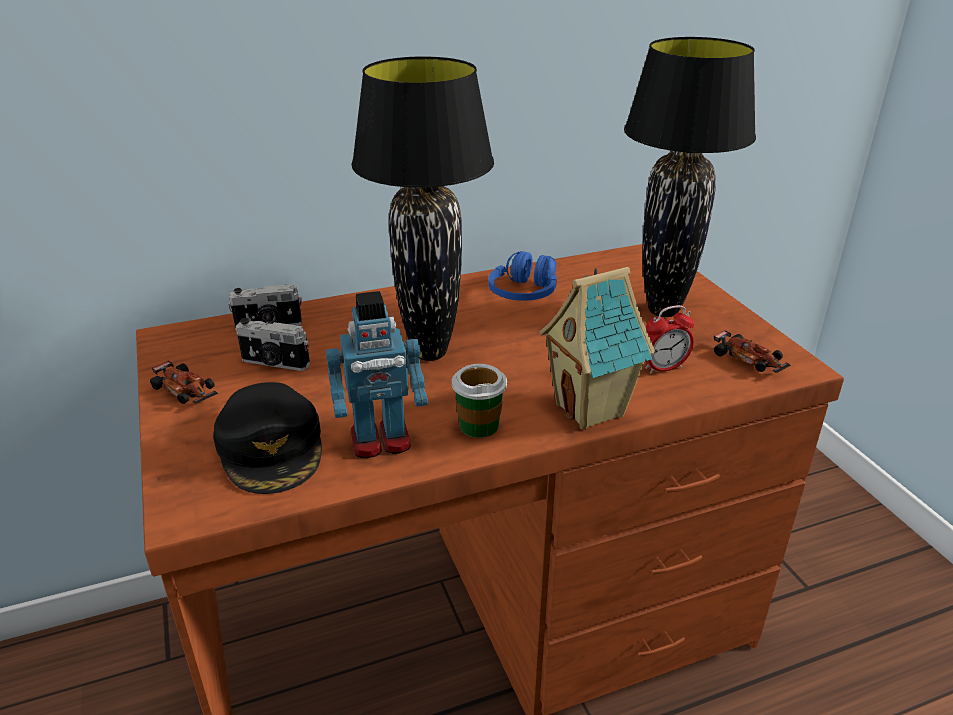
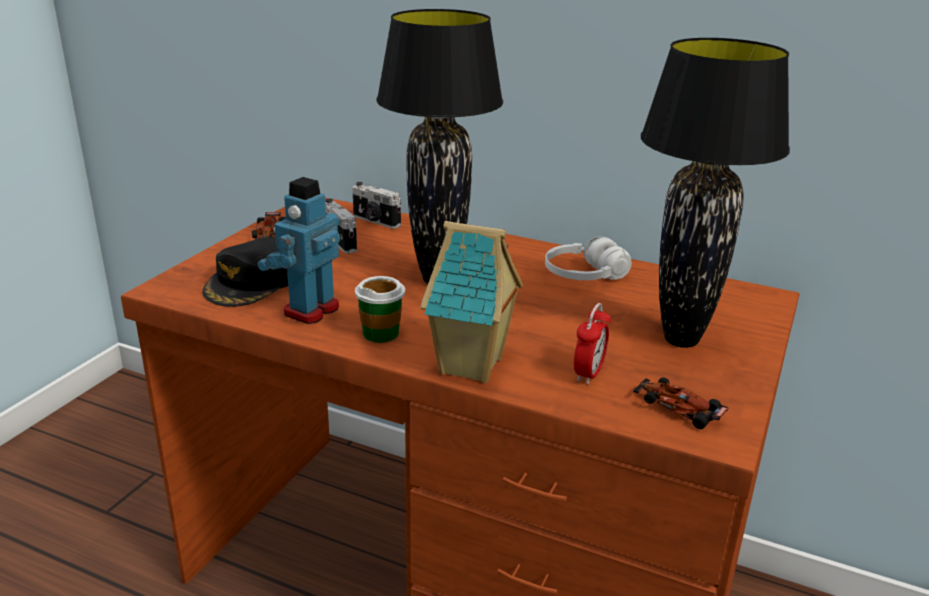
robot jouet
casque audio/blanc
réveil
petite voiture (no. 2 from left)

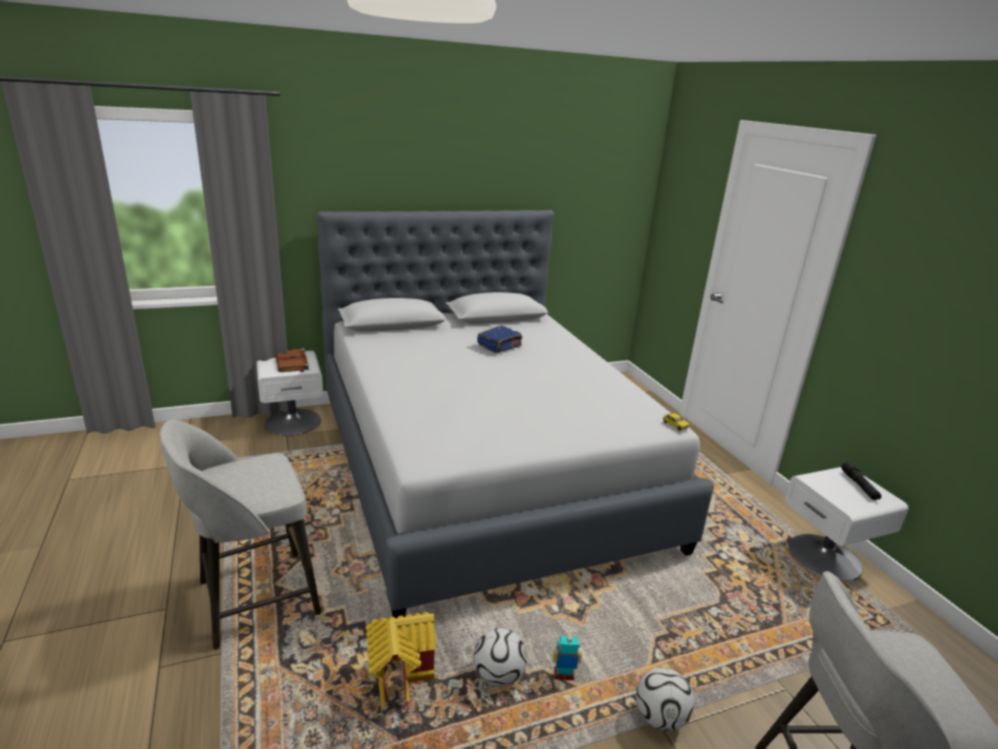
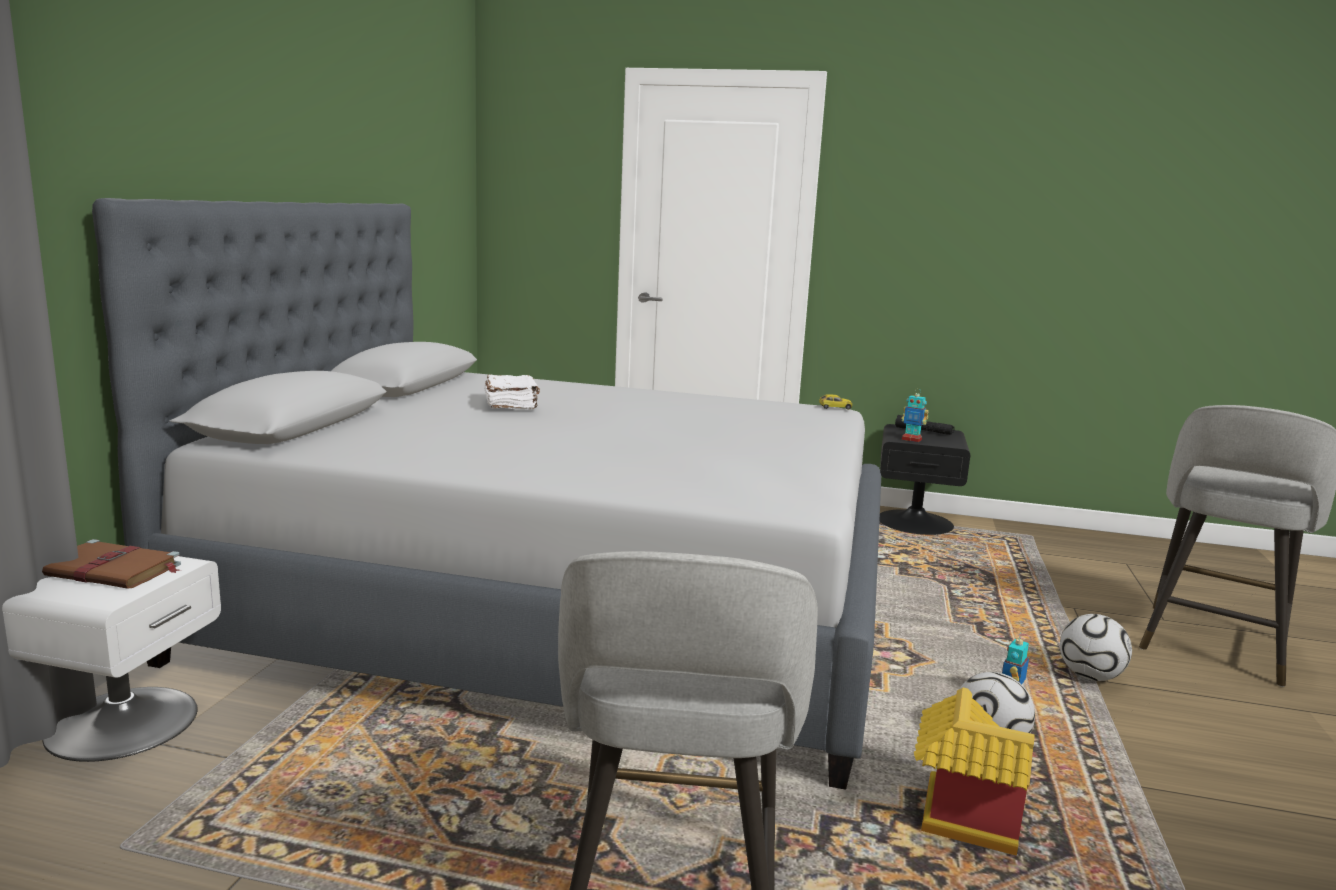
livre/blanc
table de chevet/noir
robot jouet (no. 1 from left)

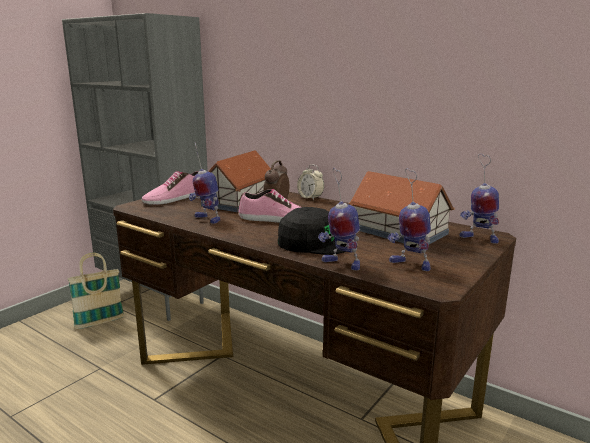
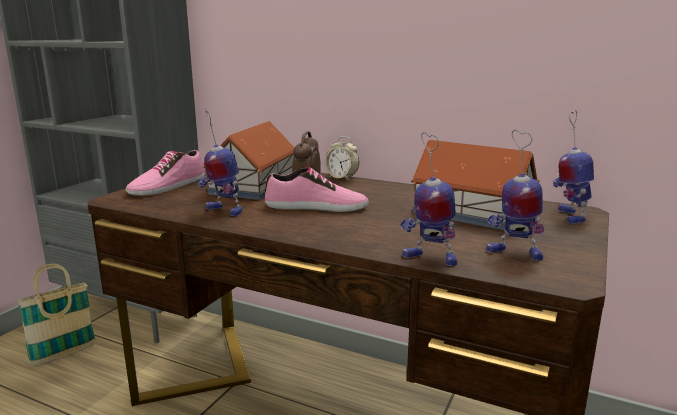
casquette/noir
robot jouet (no. 4 from left)

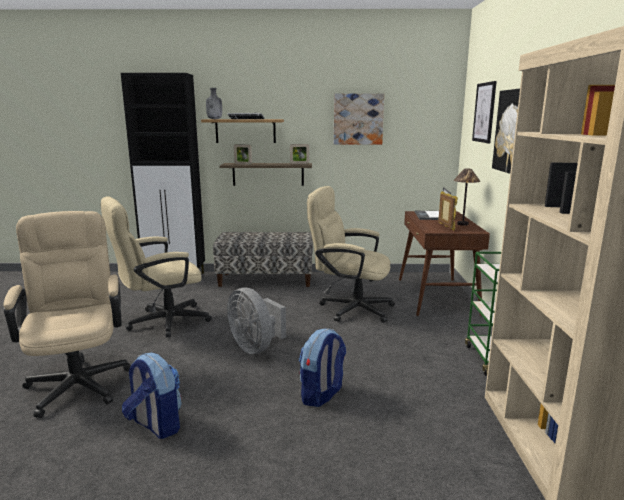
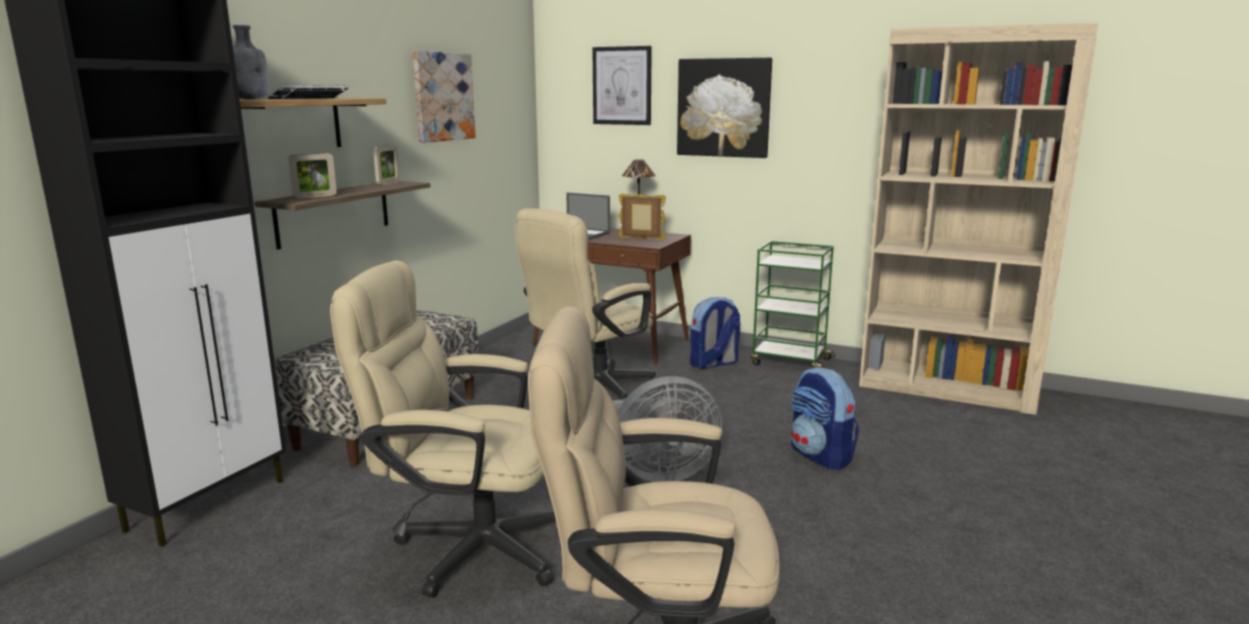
chaise de bureau/beige (no. 1 from left)
sac à dos (no. 1 from left)

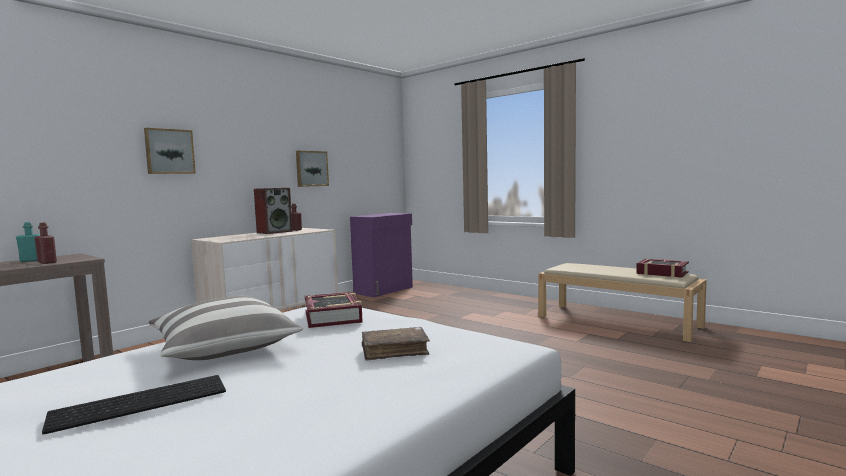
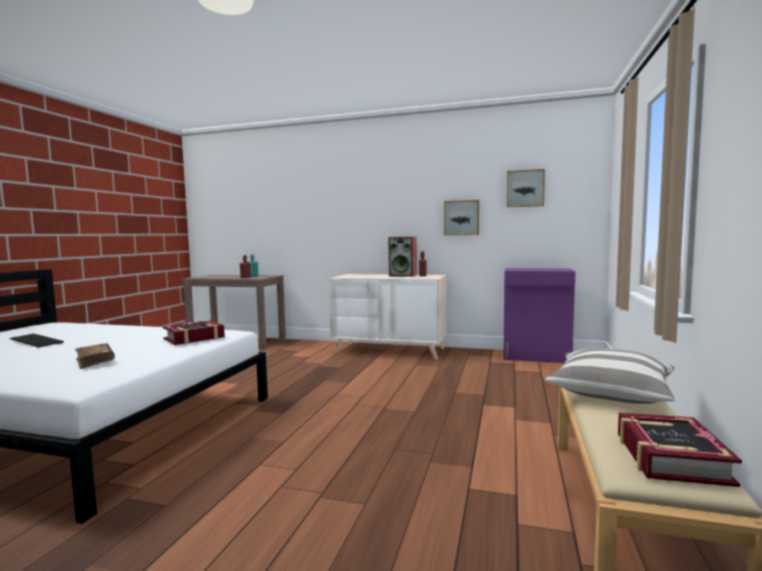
tableau (no. 2 from left)
coussin

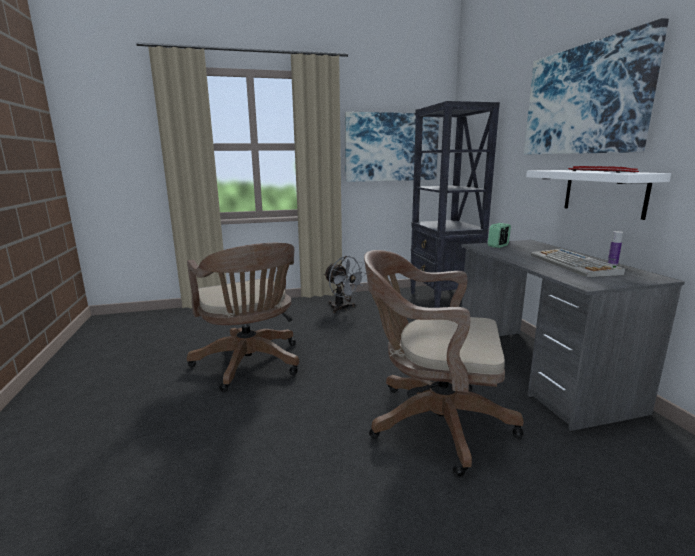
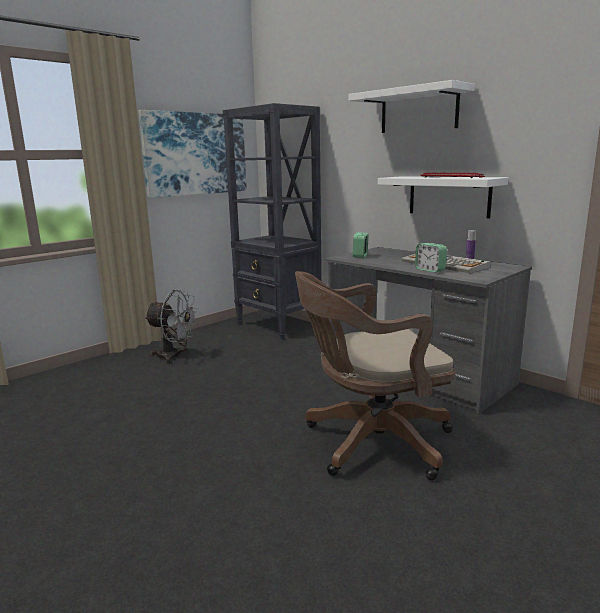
chaise de bureau/marron (no. 1 from left in the first image)
étagère/blanc (no. 1 from left)
réveil (no. 2 from left)

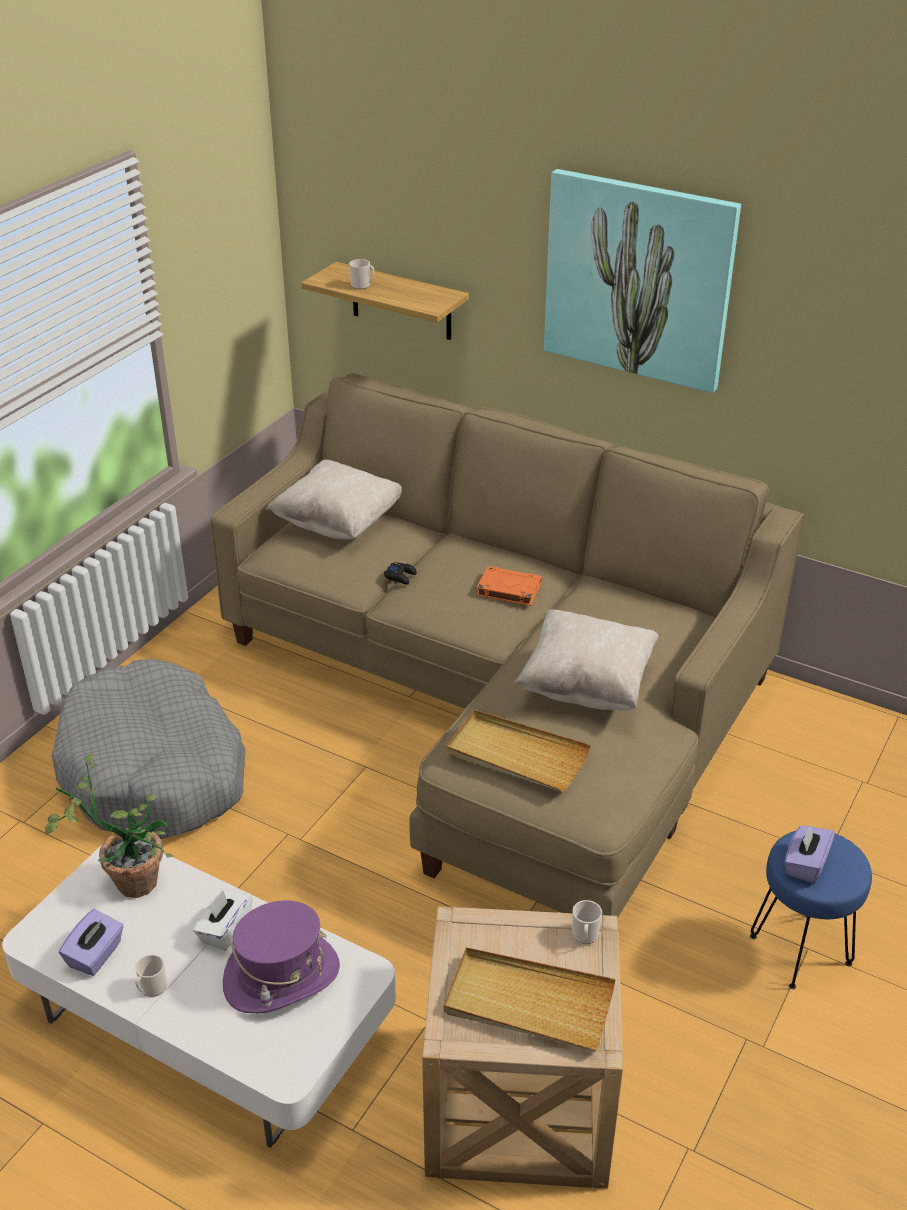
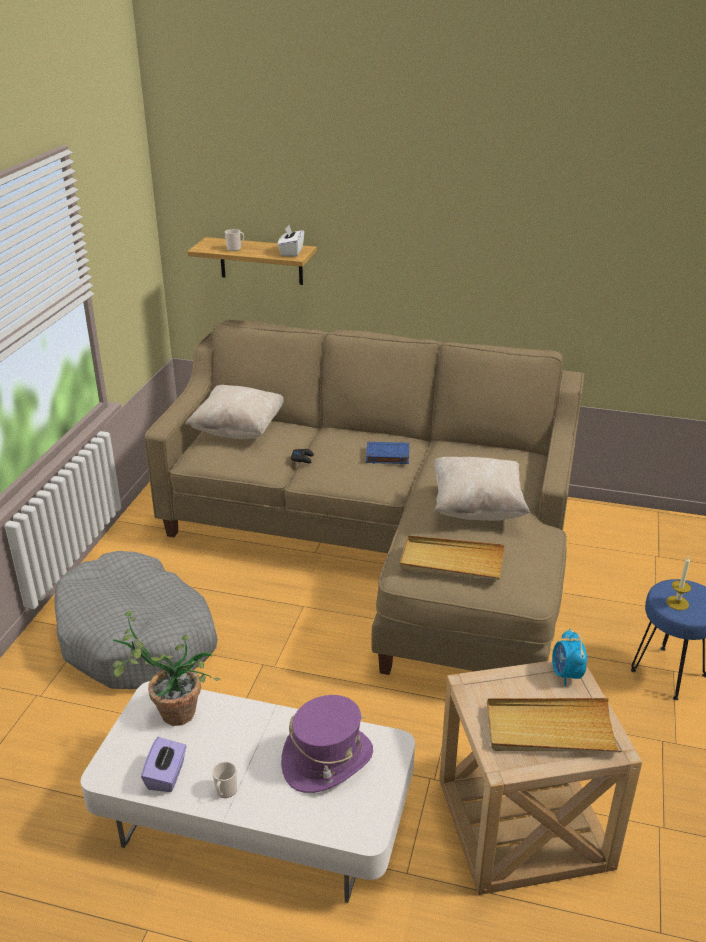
boîte à mouchoirs/blanc
livre/bleu
tableau
réveil
bougie

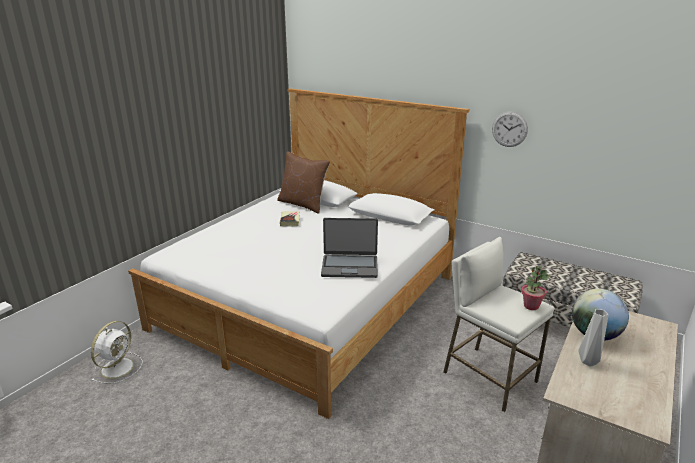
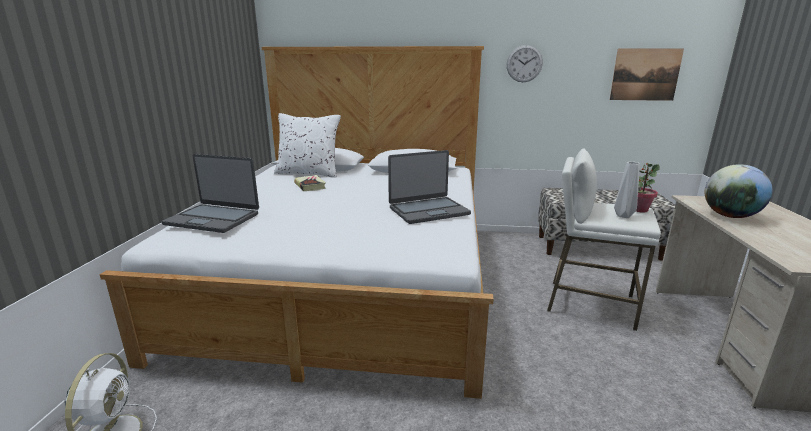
coussin/blanc
vase/gris
ordinateur portable (no. 1 from left)
tableau

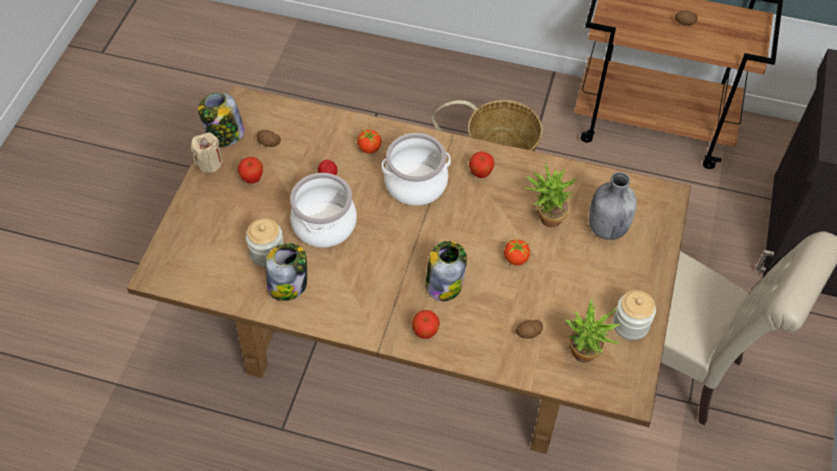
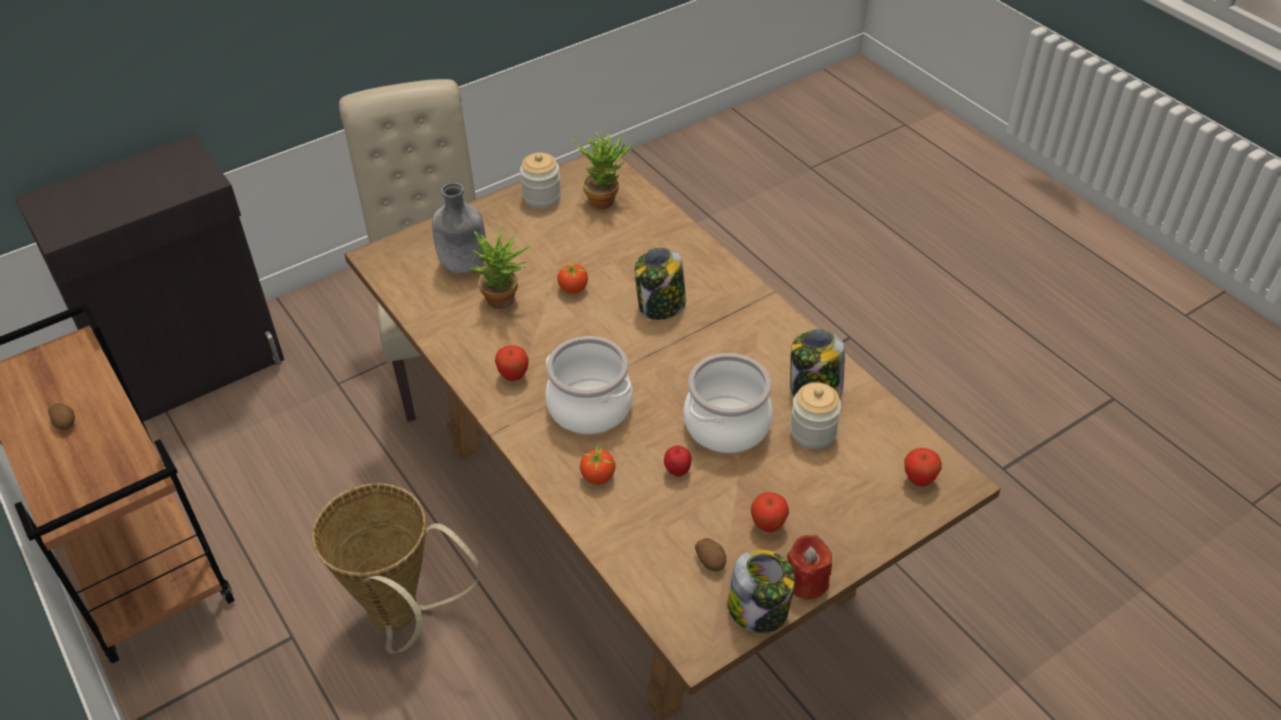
bougie/rouge
pomme (no. 4 from left)
pomme de terre (no. 2 from left in the first image)

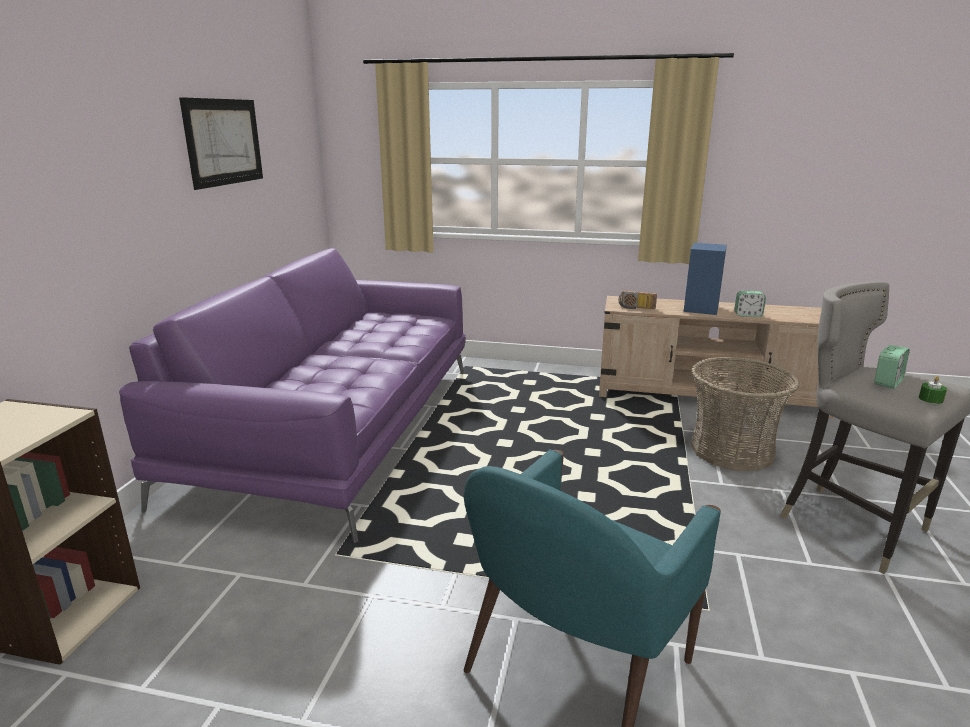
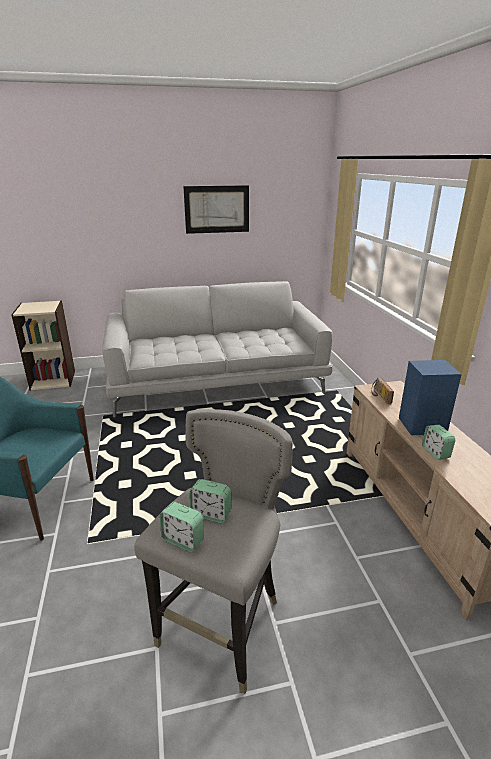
canapé/gris
panier
réveil (no. 1 from left)

